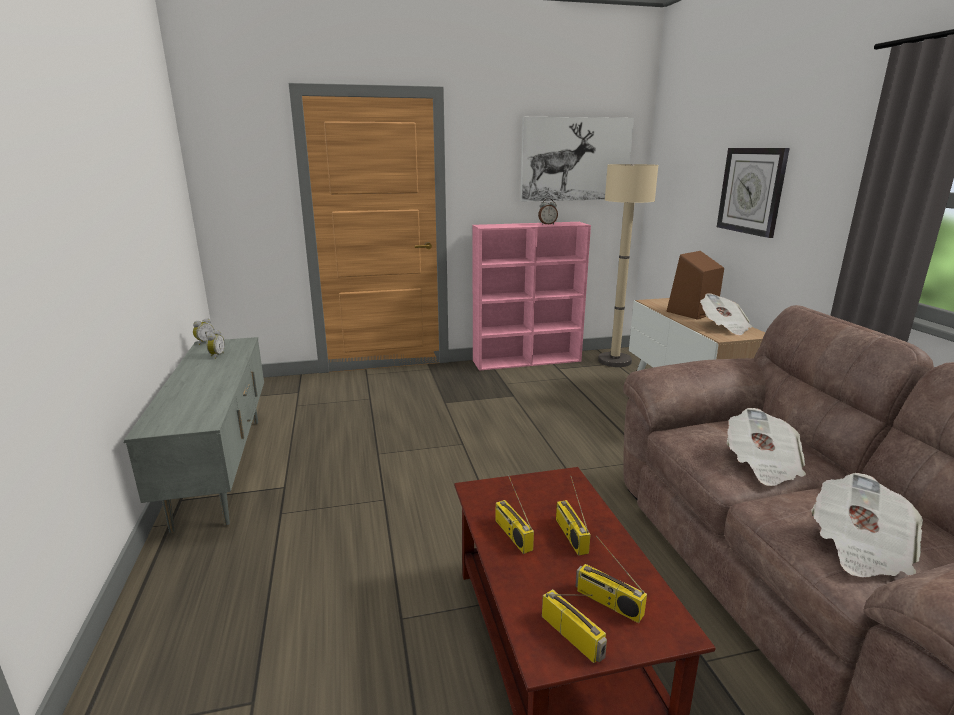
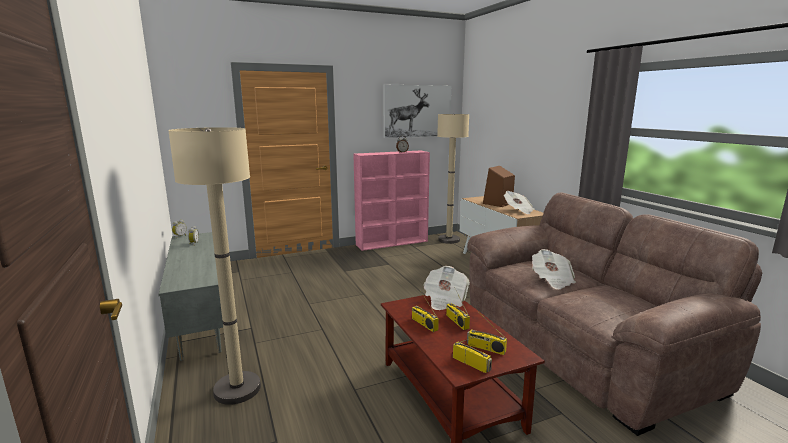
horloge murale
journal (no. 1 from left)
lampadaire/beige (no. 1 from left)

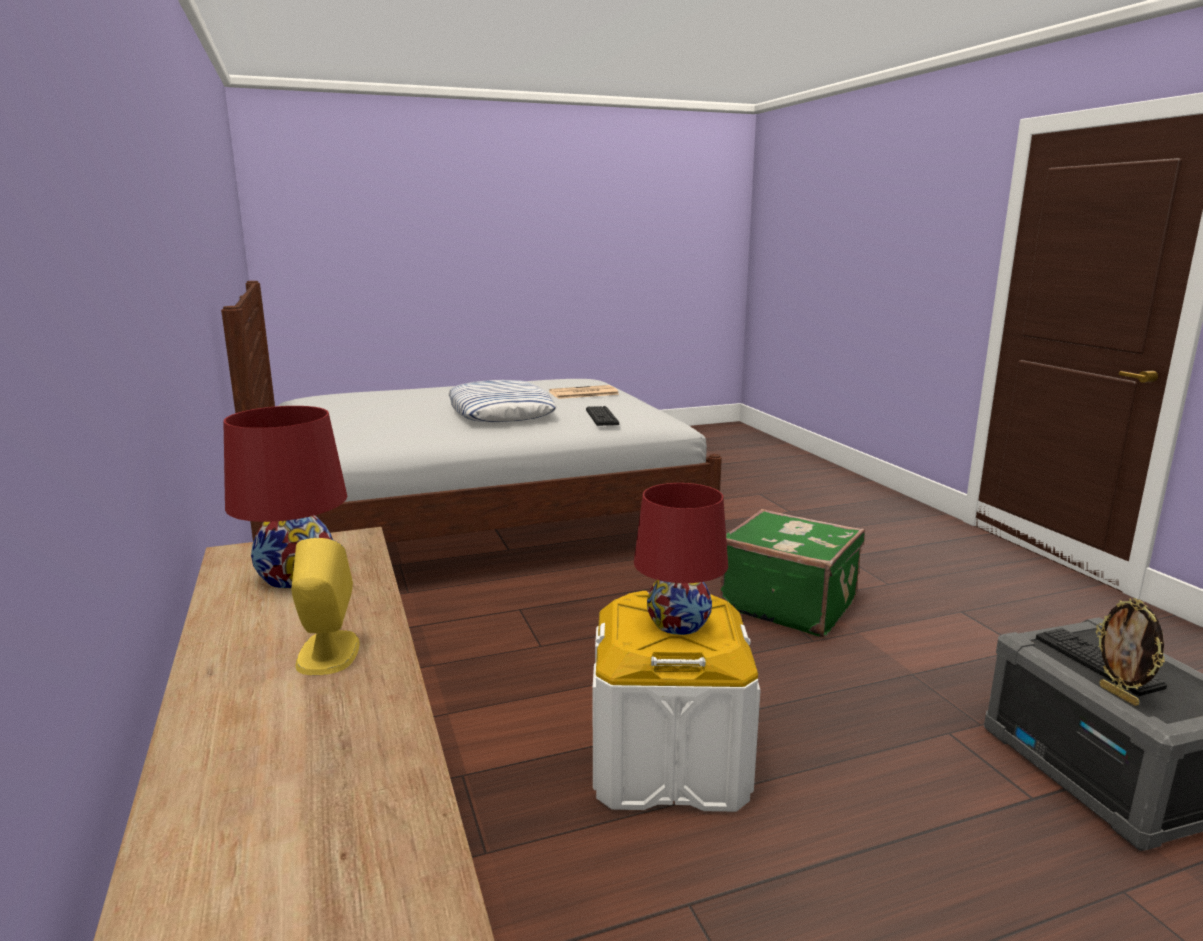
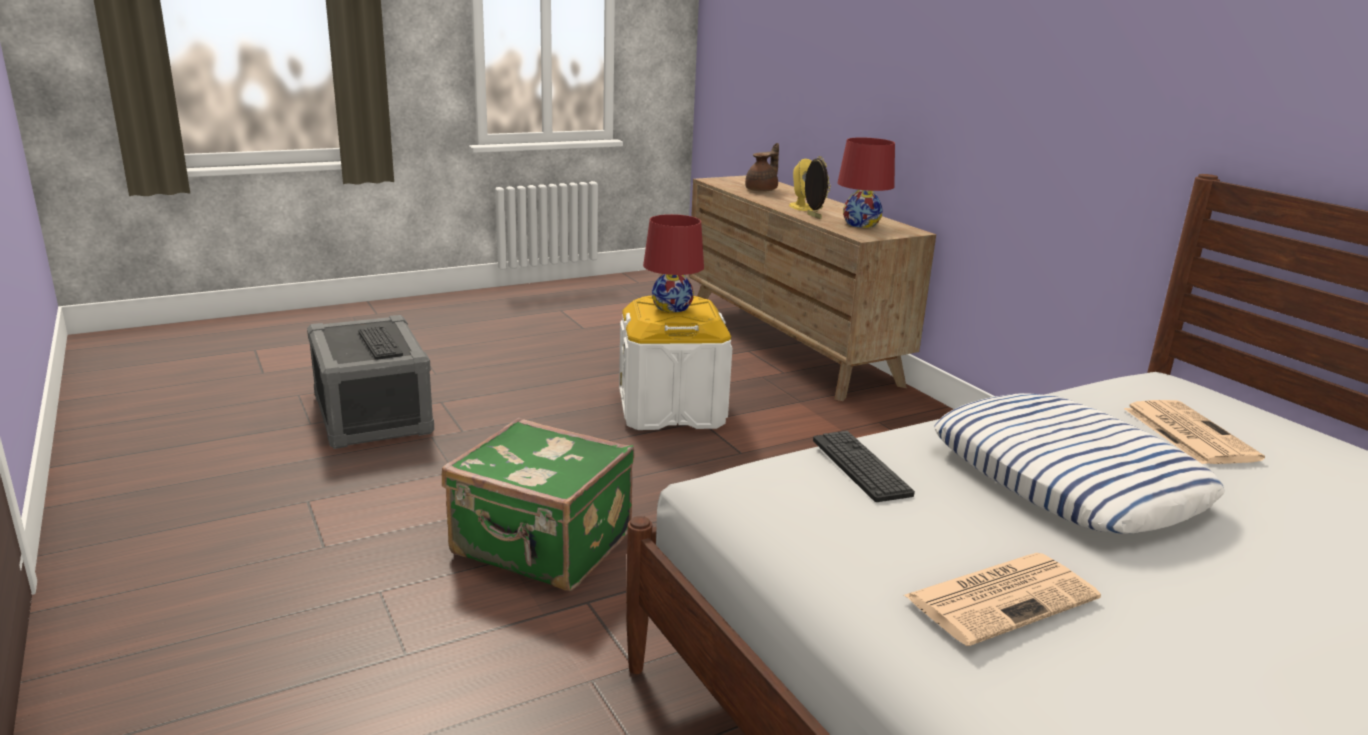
cadre photo
théière/marron
journal (no. 2 from left)

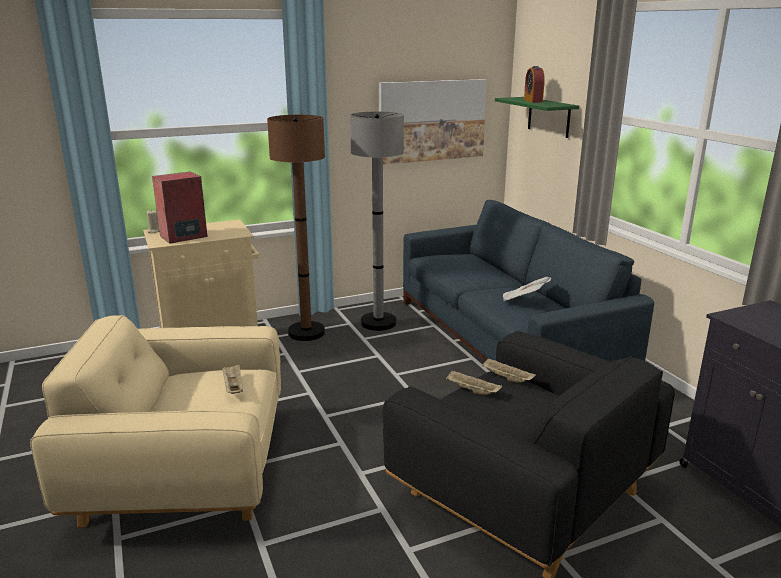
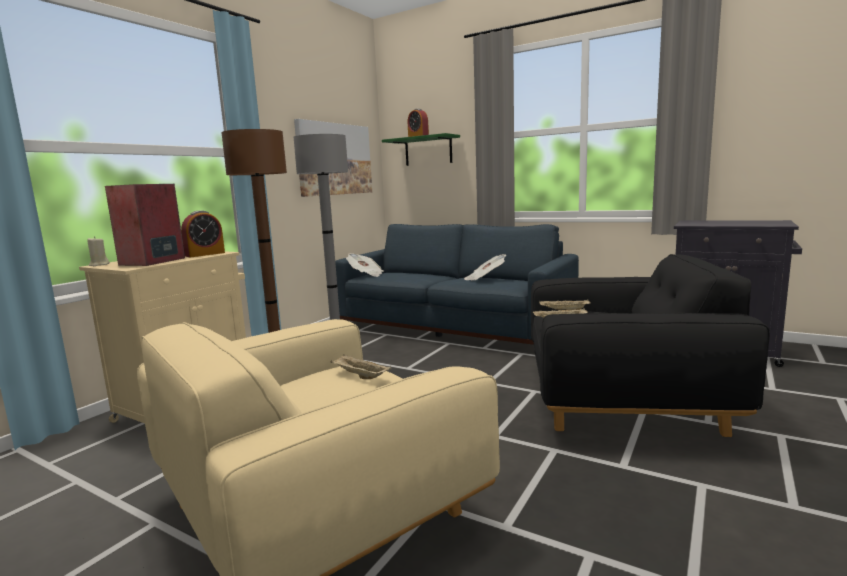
réveil (no. 1 from left)
journal (no. 1 from left)

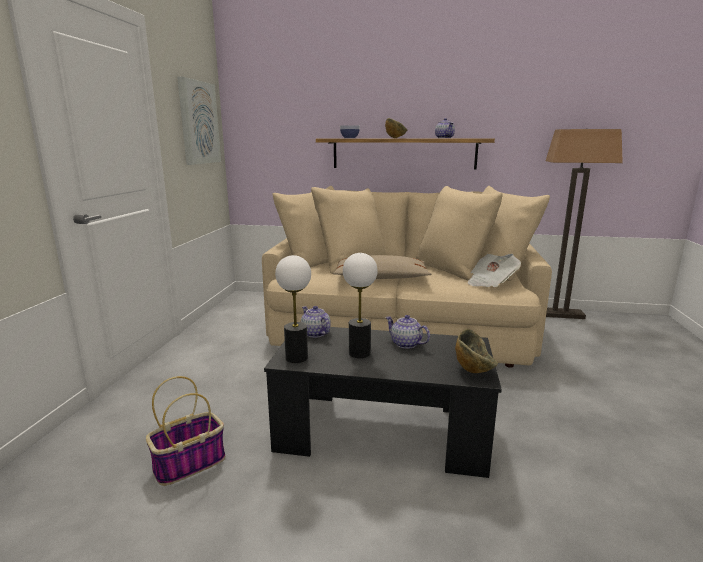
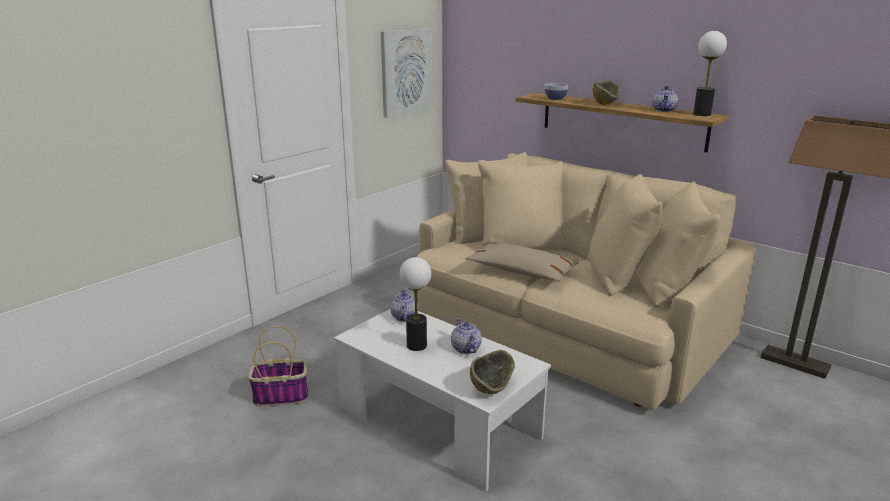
table basse/blanc
lampe de table (no. 2 from left)
journal

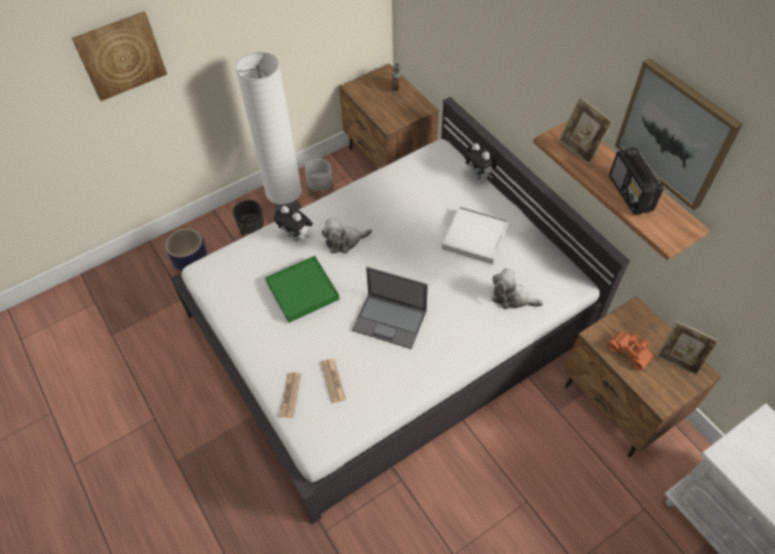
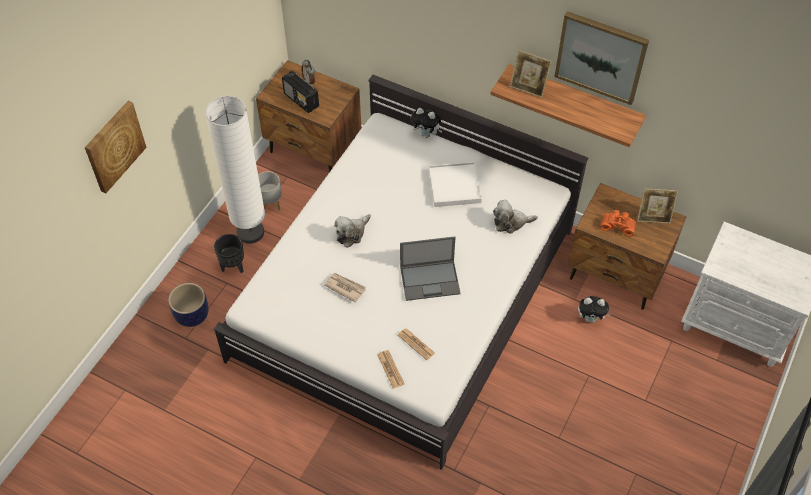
journal (no. 1 from left)
peluche (no. 4 from left)
radio

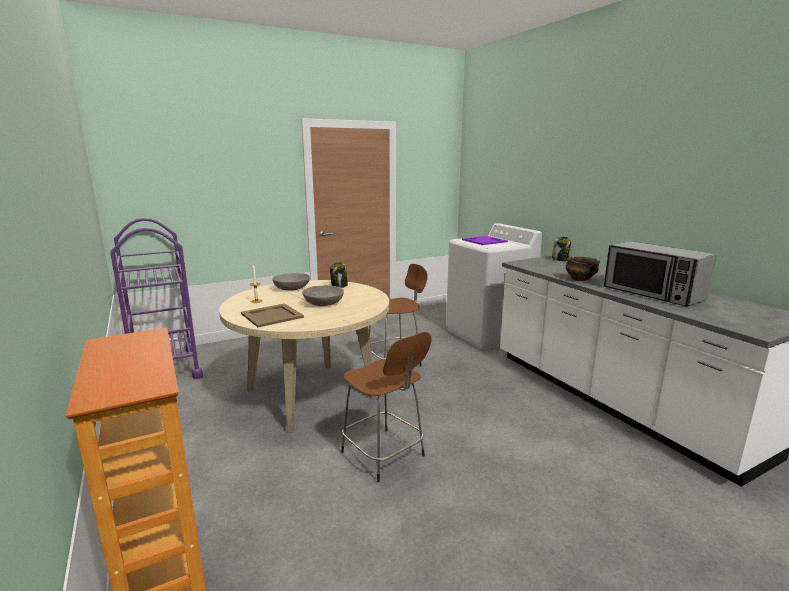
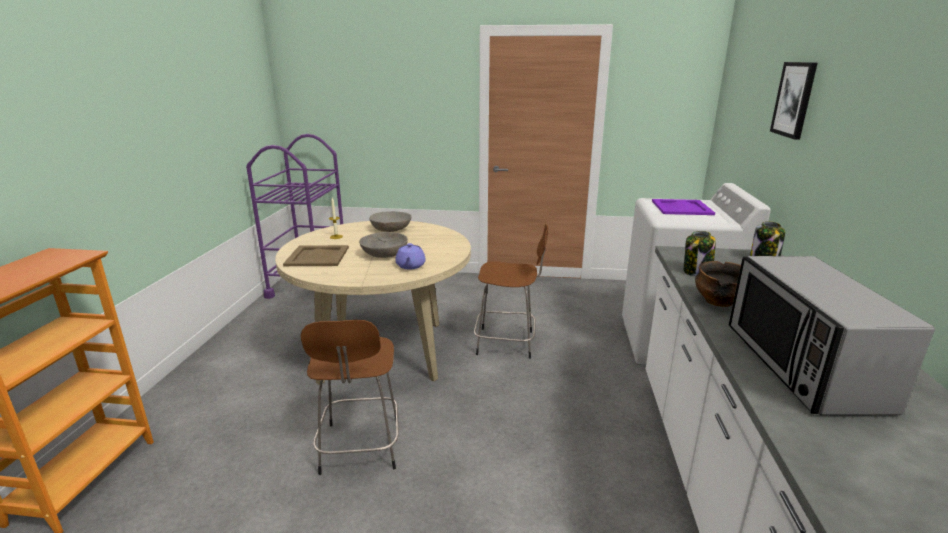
bocal (no. 1 from left)
théière/violet
tableau

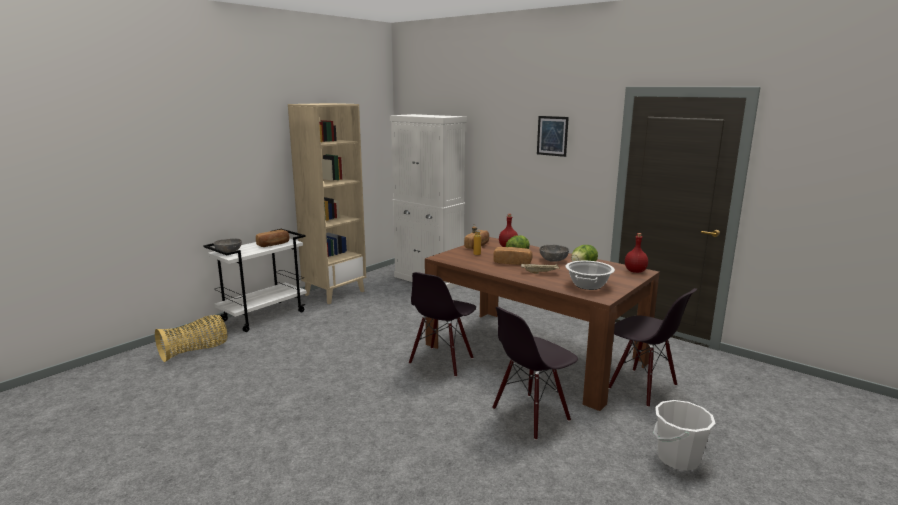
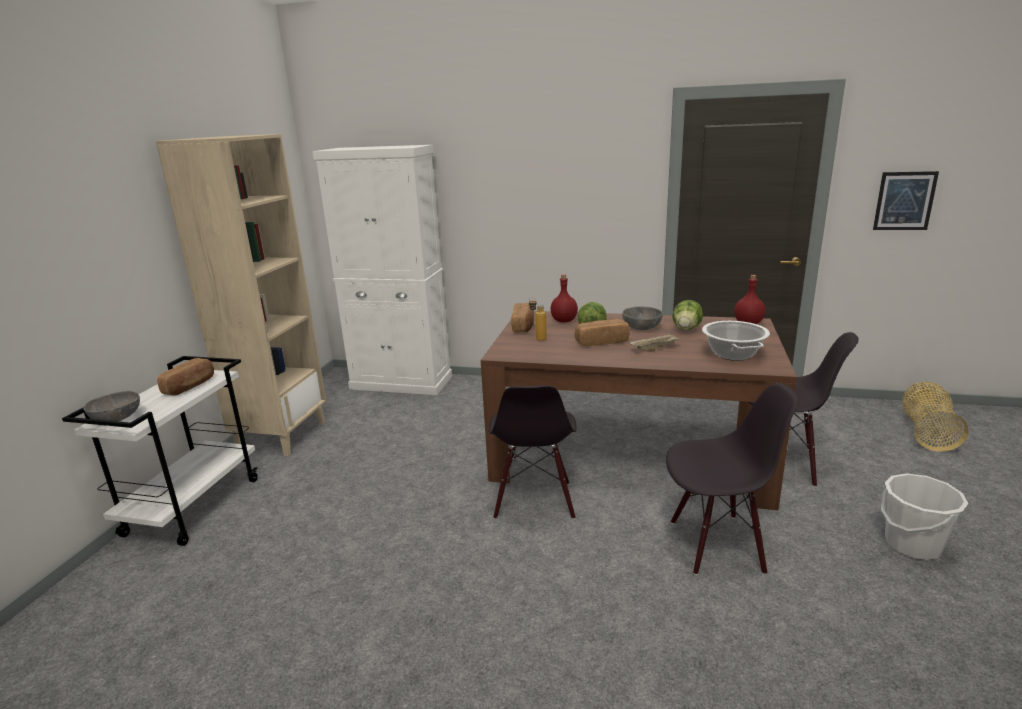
panier
chaise/noir (no. 2 from left)
tableau

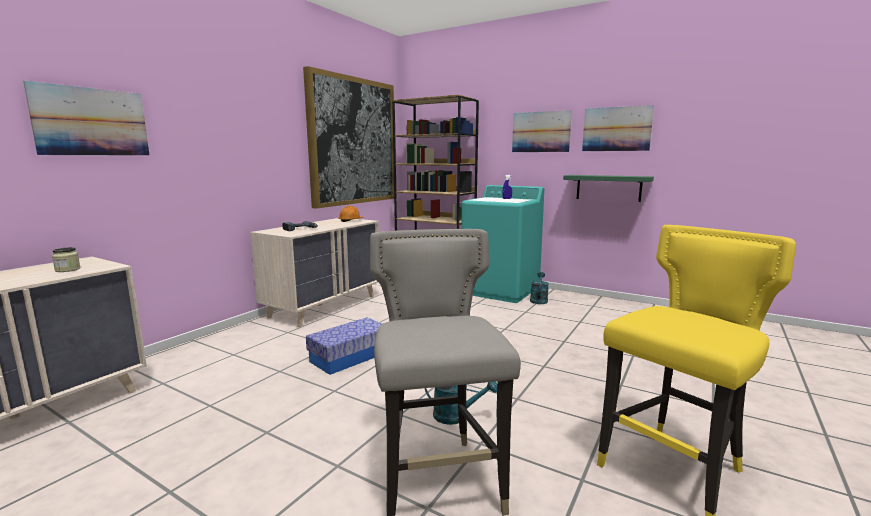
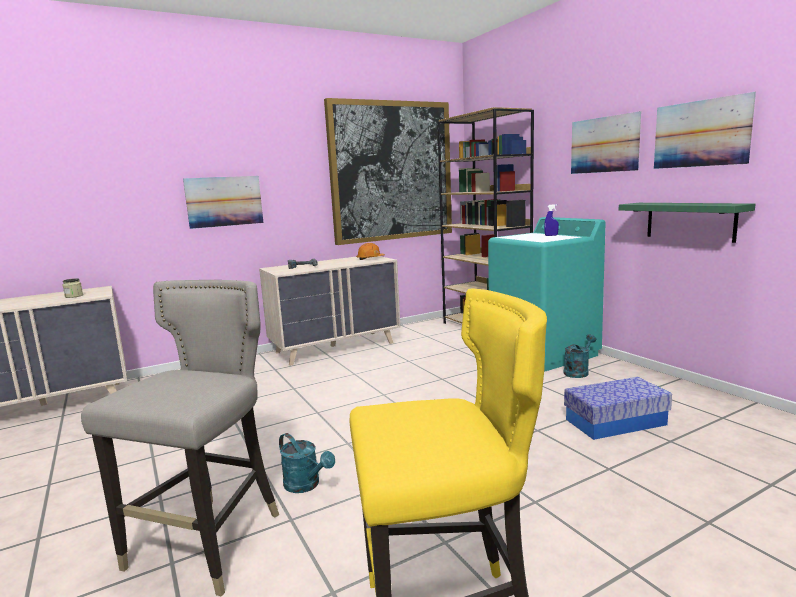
tableau (no. 1 from left)
boîte de rangement

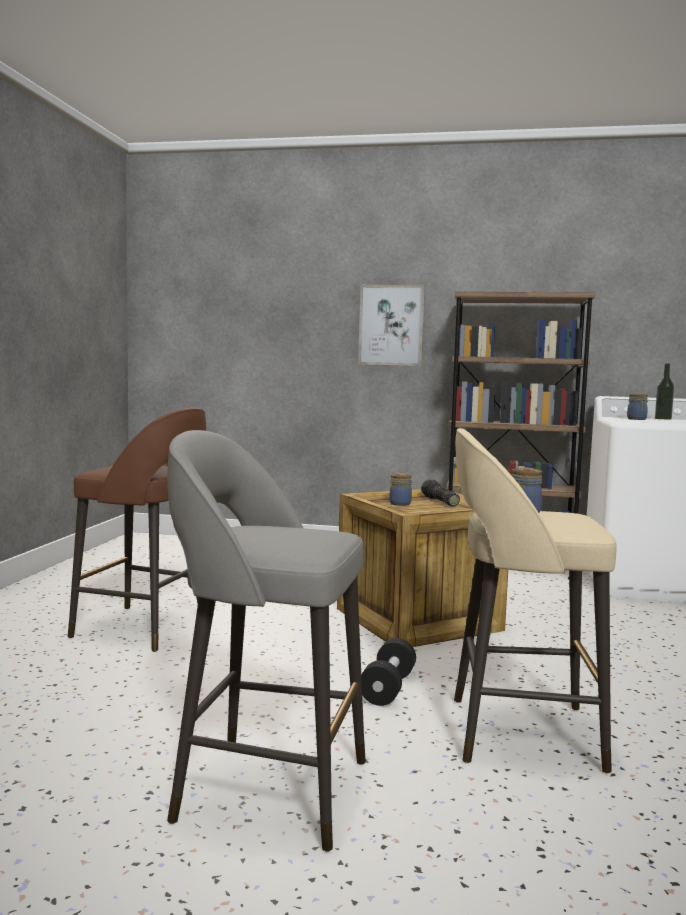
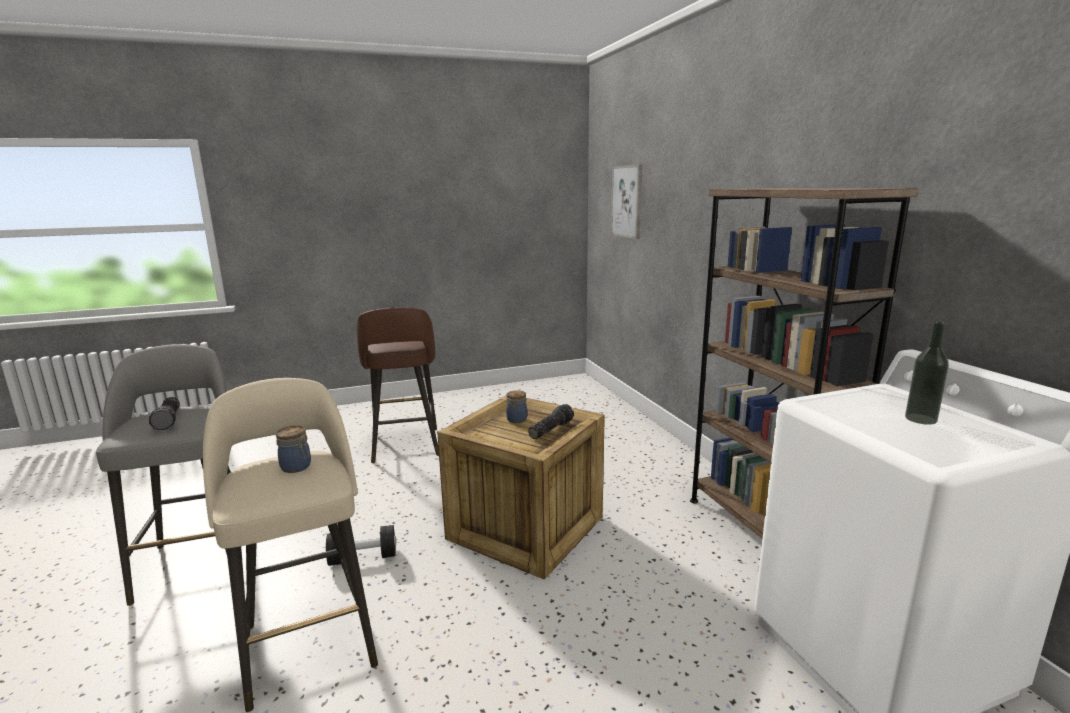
tableau
bocal (no. 3 from left in the first image)
lampe de poche (no. 1 from left)

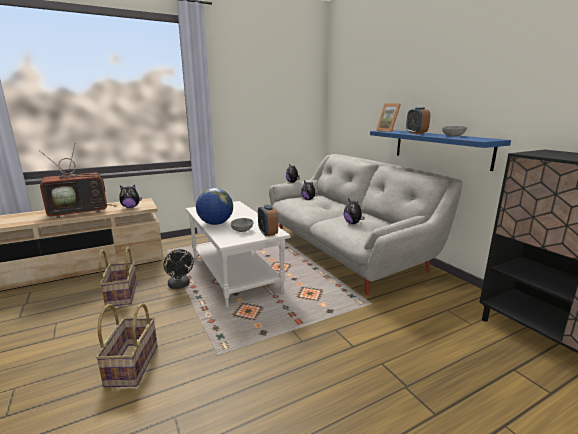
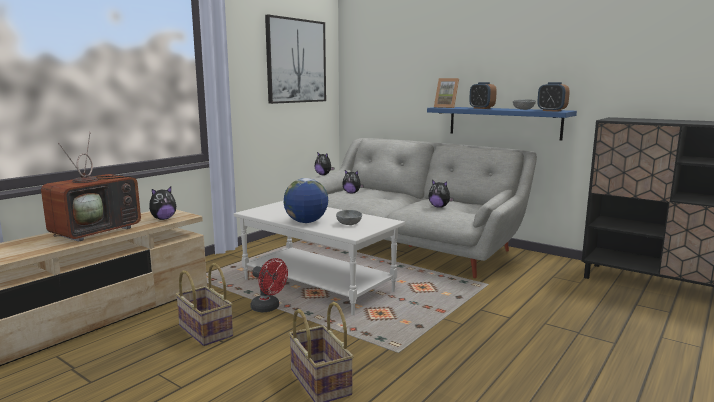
ventilateur/rouge
réveil (no. 2 from left)
tableau

